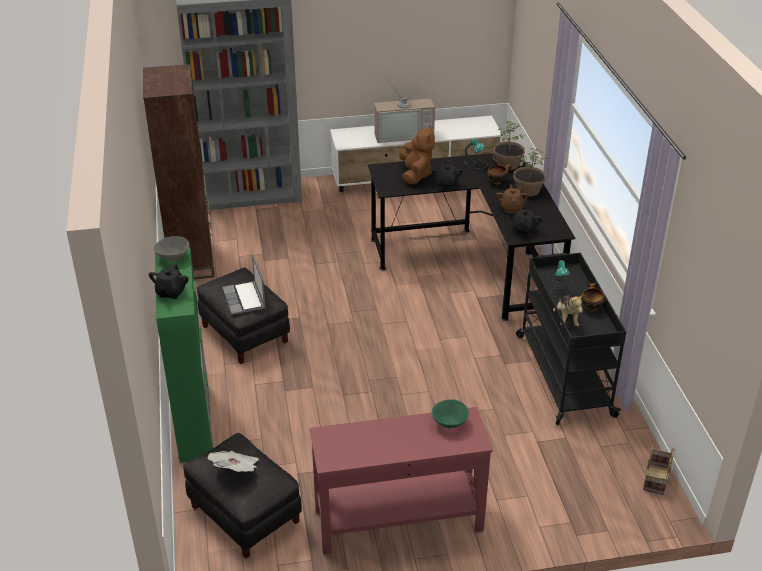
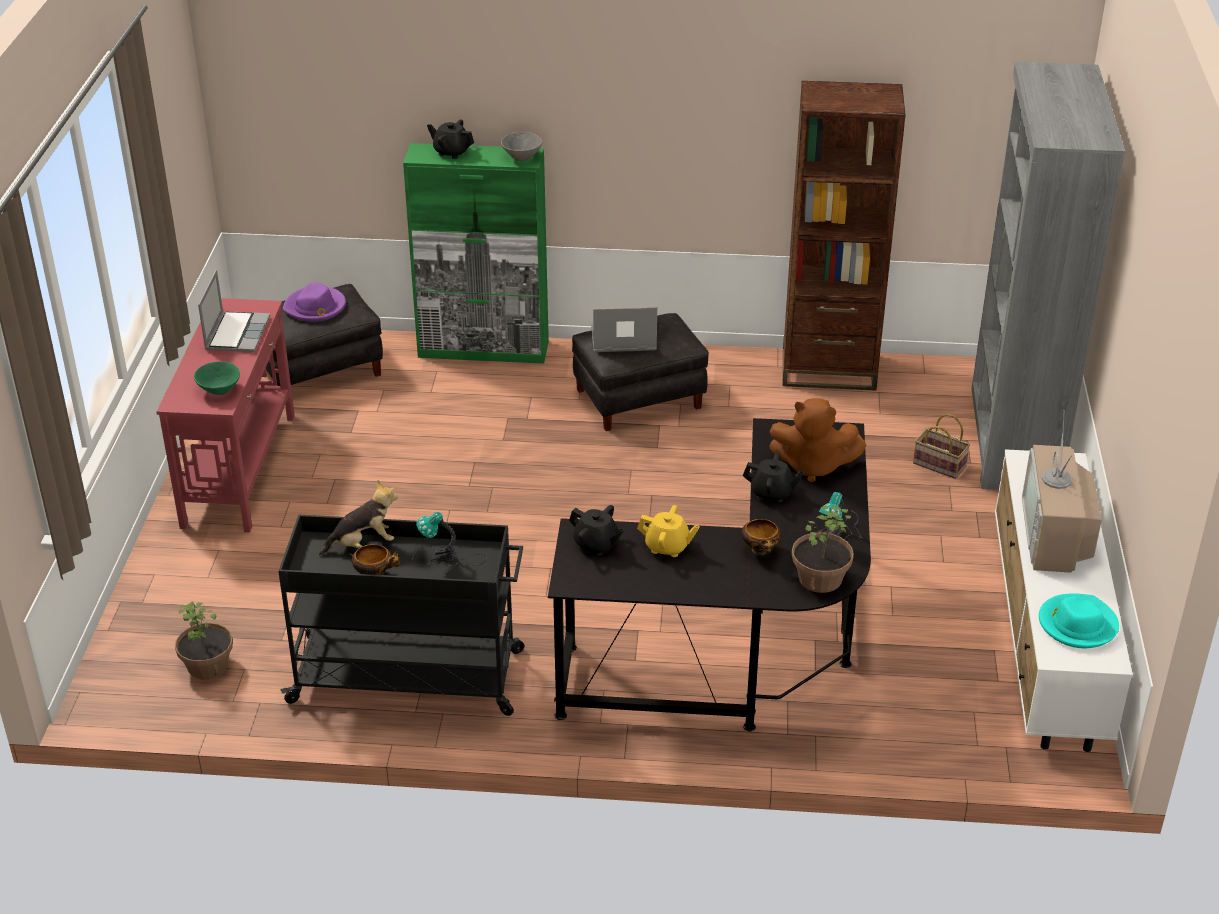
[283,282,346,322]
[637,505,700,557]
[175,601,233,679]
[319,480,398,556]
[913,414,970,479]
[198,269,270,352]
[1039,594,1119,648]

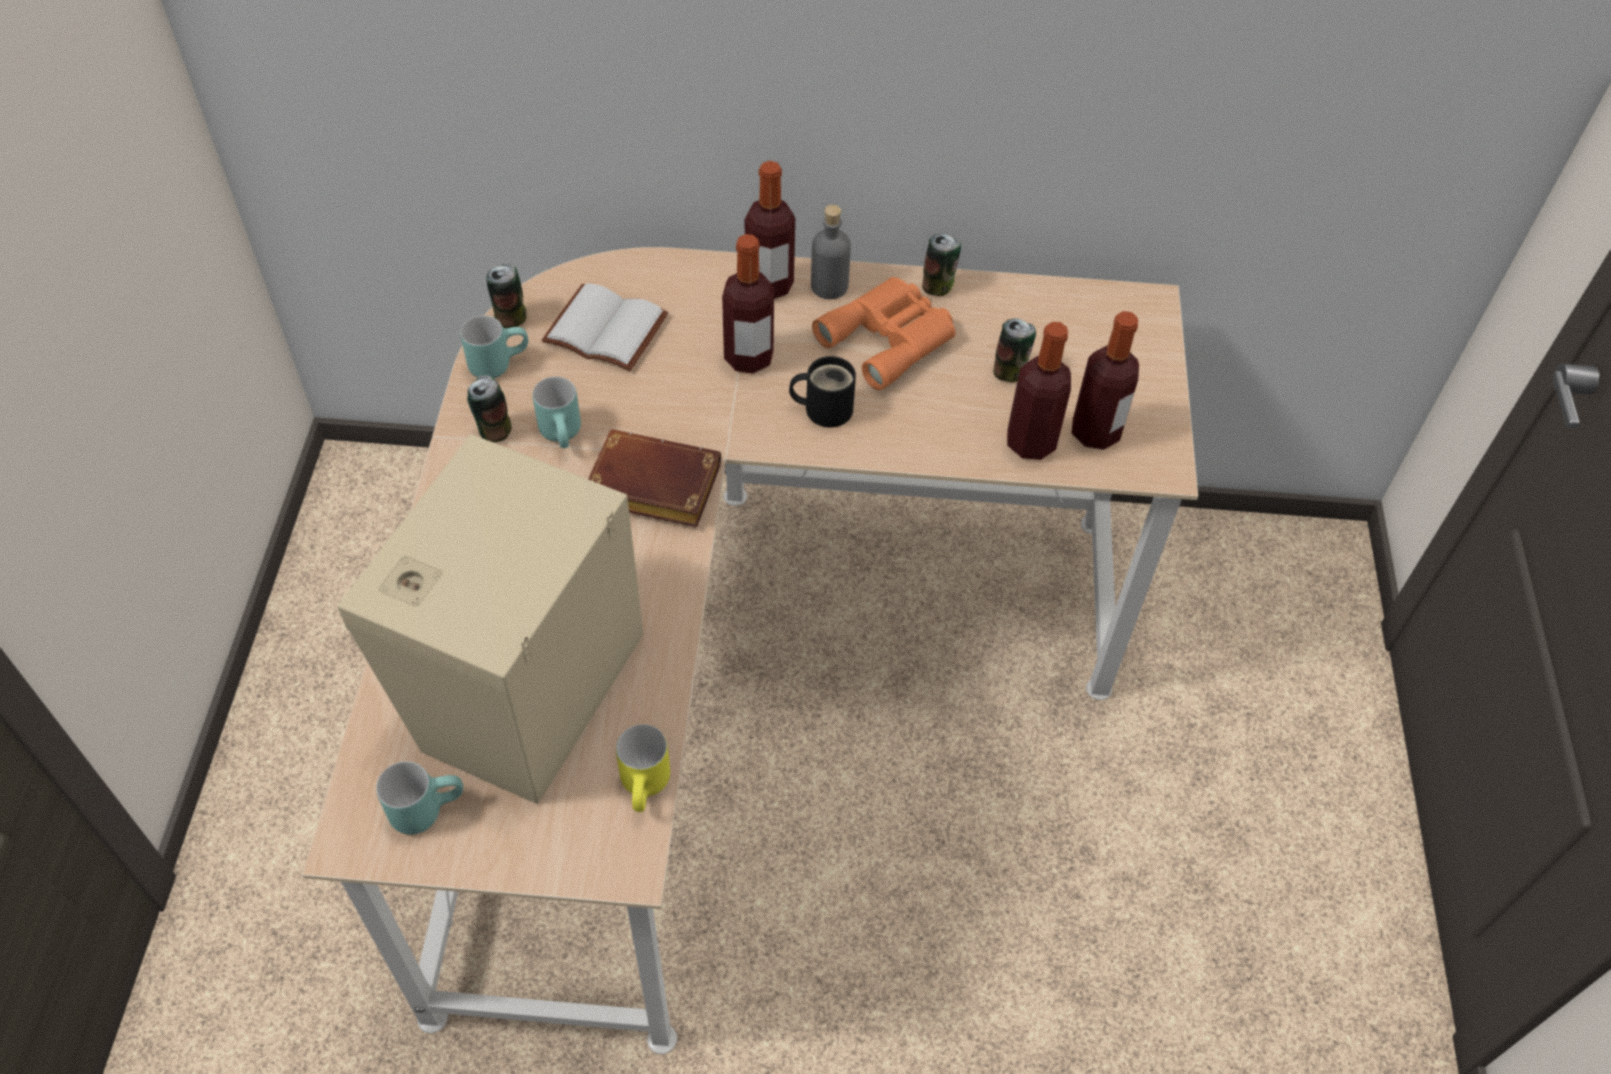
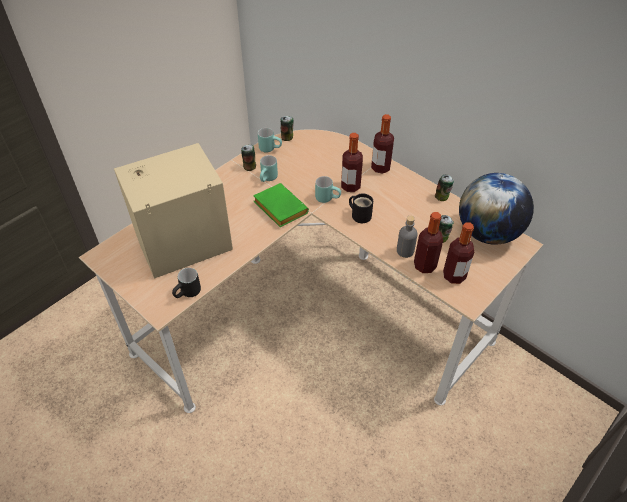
[315,176,341,203]
[542,283,669,371] (first image)
[253,183,309,227]
[172,268,201,298]
[397,216,418,258]
[812,277,956,390] (first image)
[459,173,534,245]

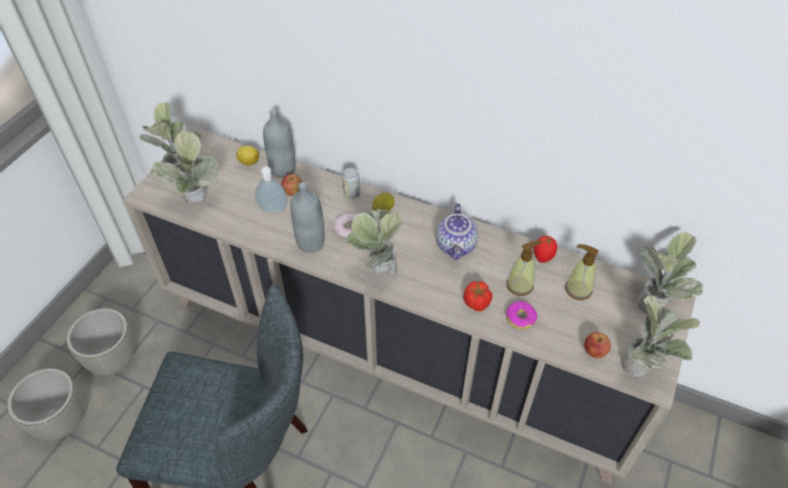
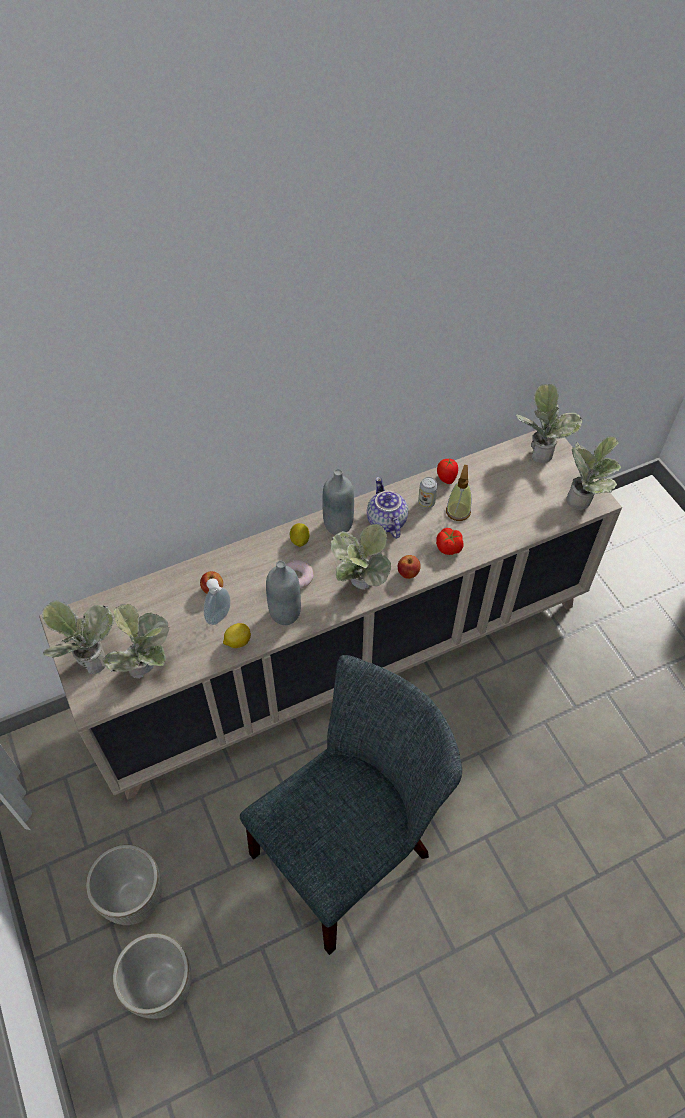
[223,623,251,648]
[322,469,354,535]
[418,477,438,508]
[367,477,408,539]
[506,301,537,329] (first image)
[565,244,599,300] (first image)
[398,555,421,579]

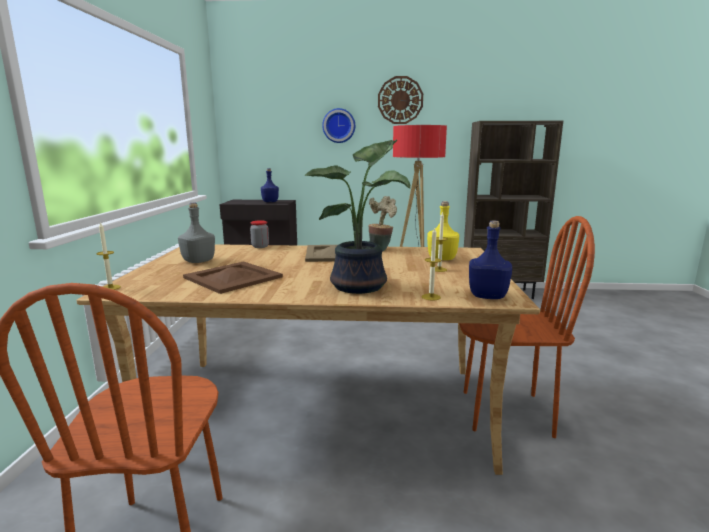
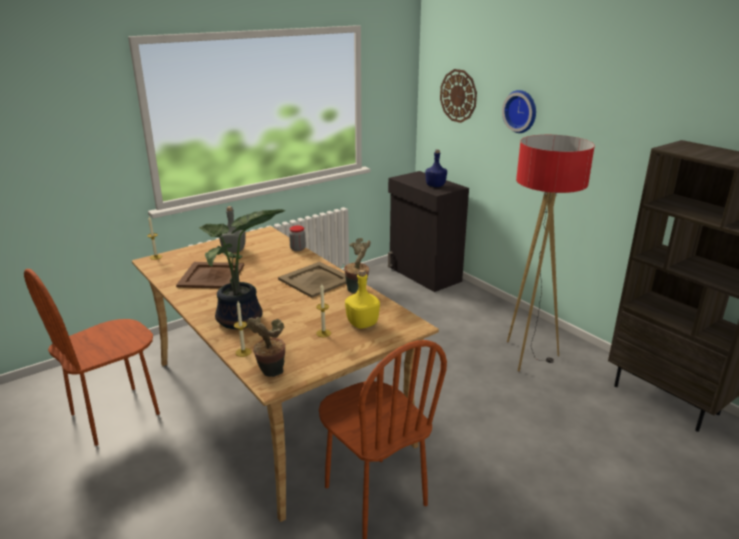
[440,69,477,123]
[247,317,285,377]

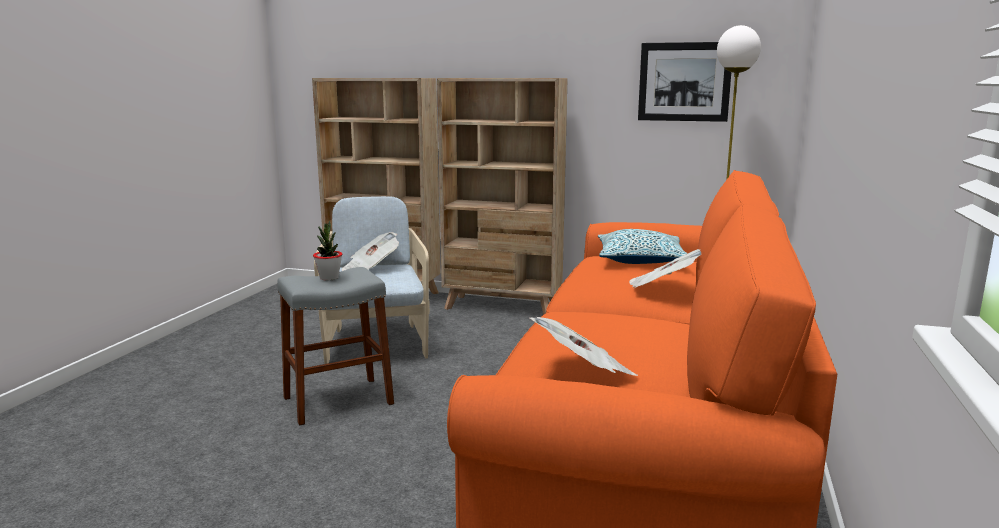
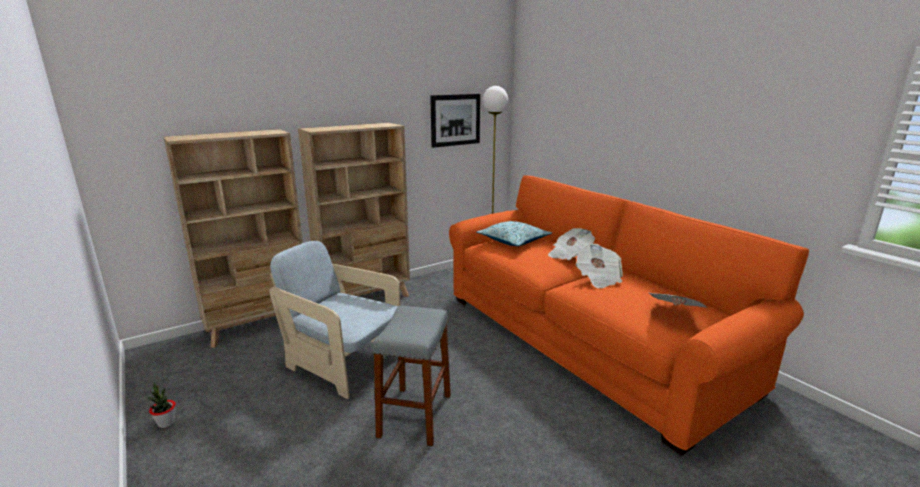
[148,382,176,428]
[576,244,623,288]

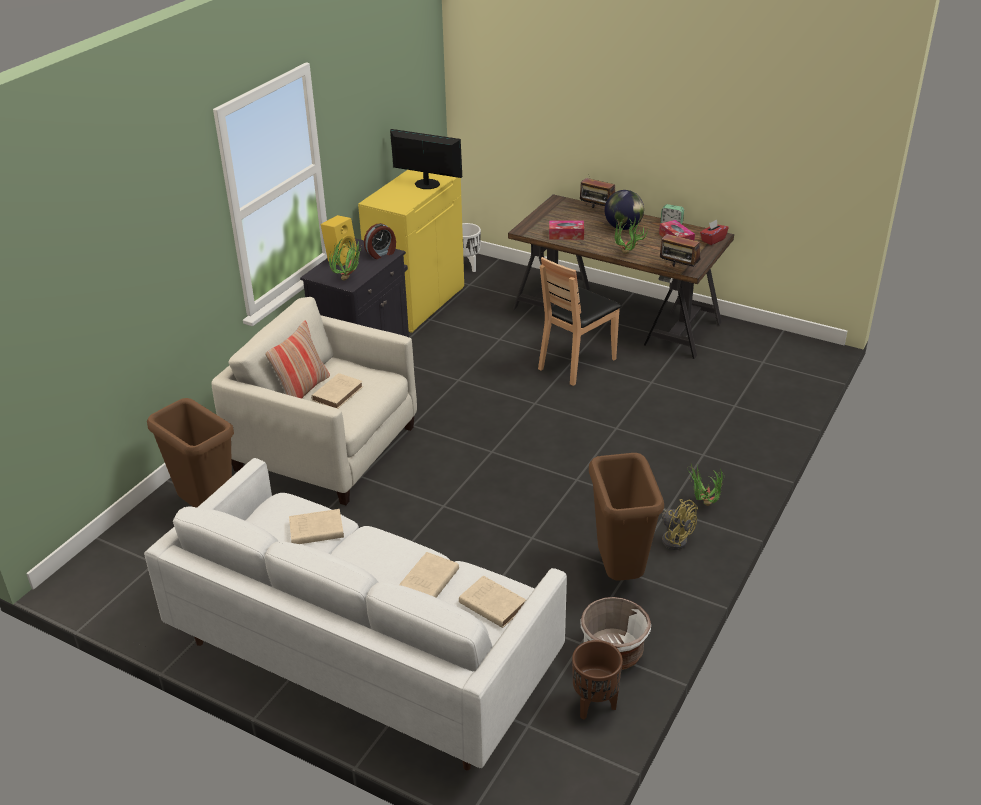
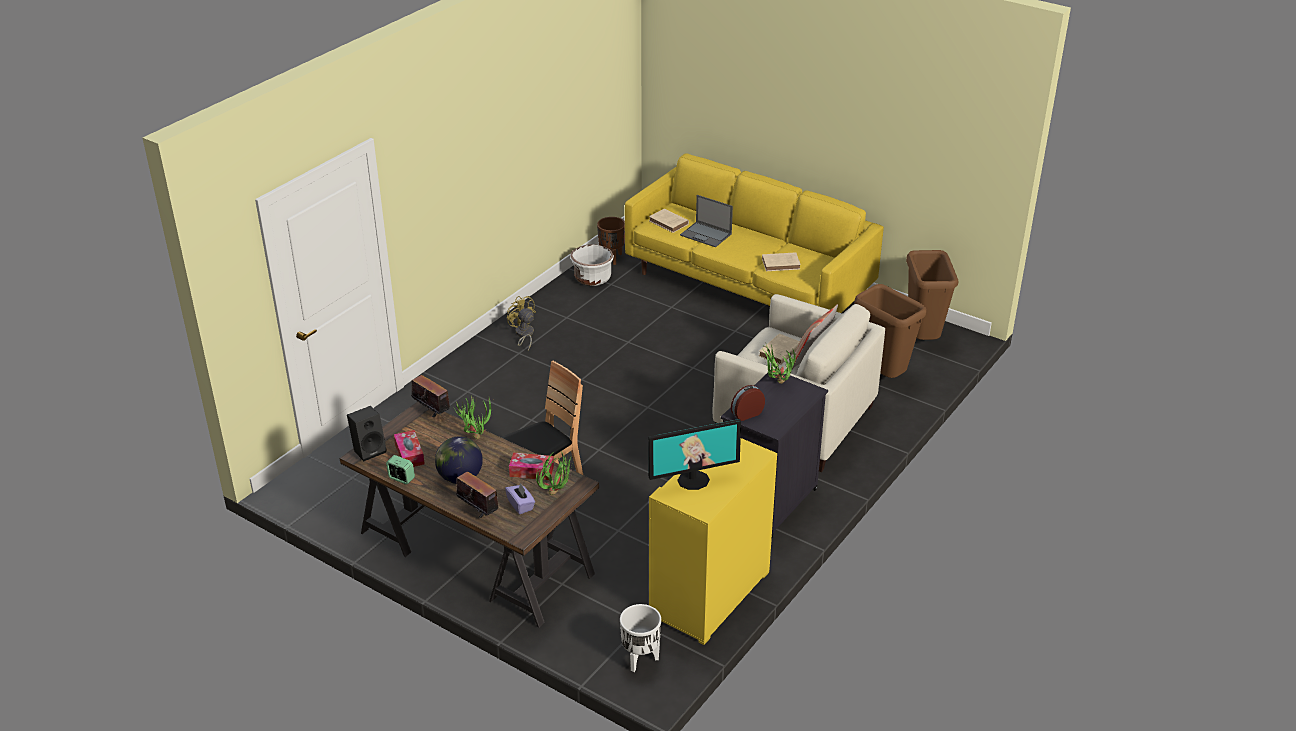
[625,153,884,313]
[321,215,357,266] (first image)
[648,419,741,490]
[680,195,733,247]
[906,250,959,340]
[536,451,574,495]
[347,406,386,461]
[505,483,535,514]

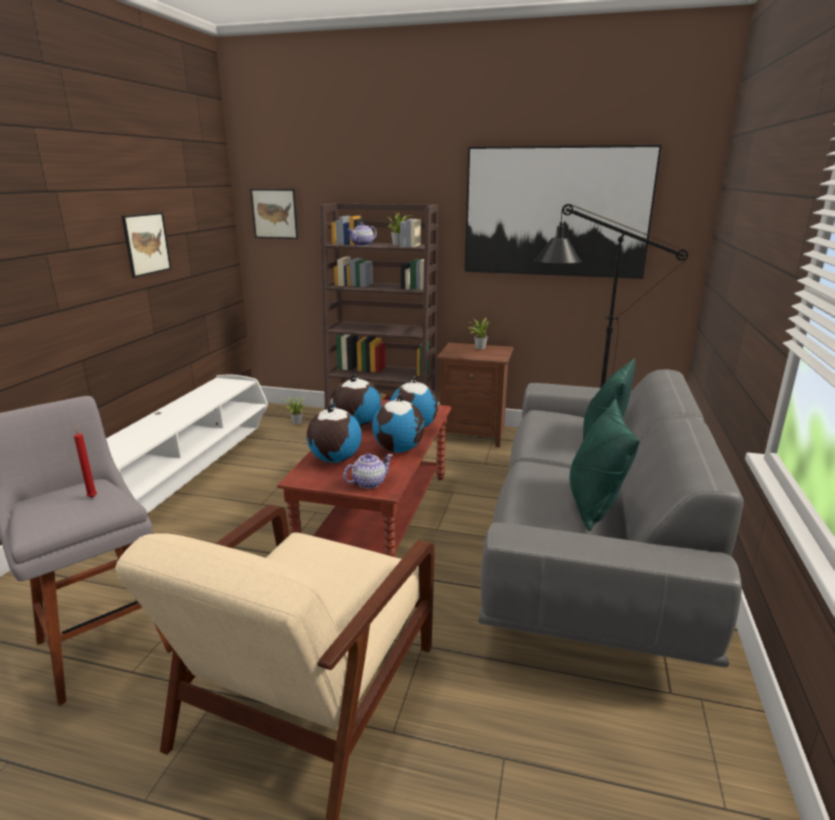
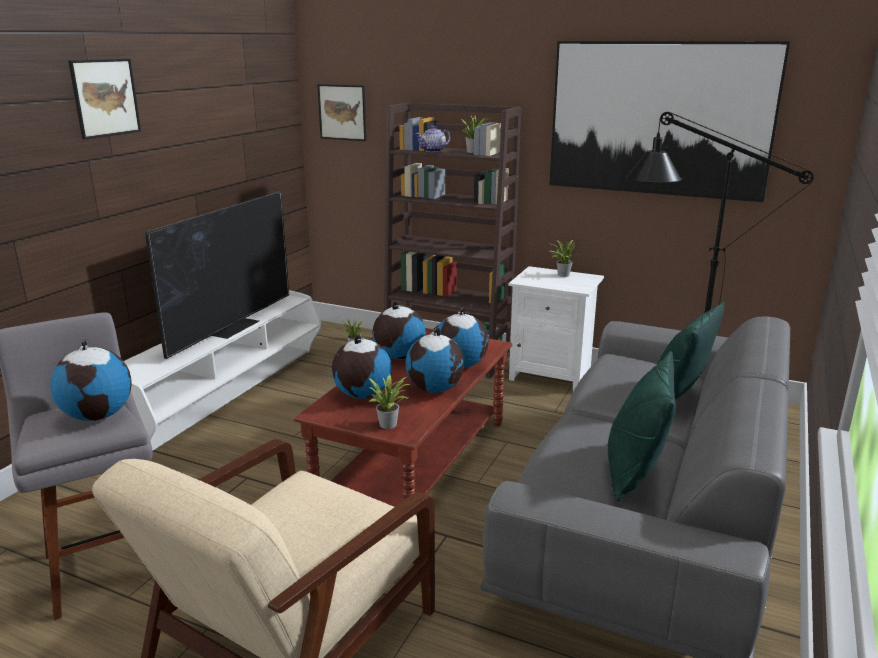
[50,339,132,421]
[68,59,141,139]
[369,374,411,429]
[508,266,604,391]
[145,192,289,359]

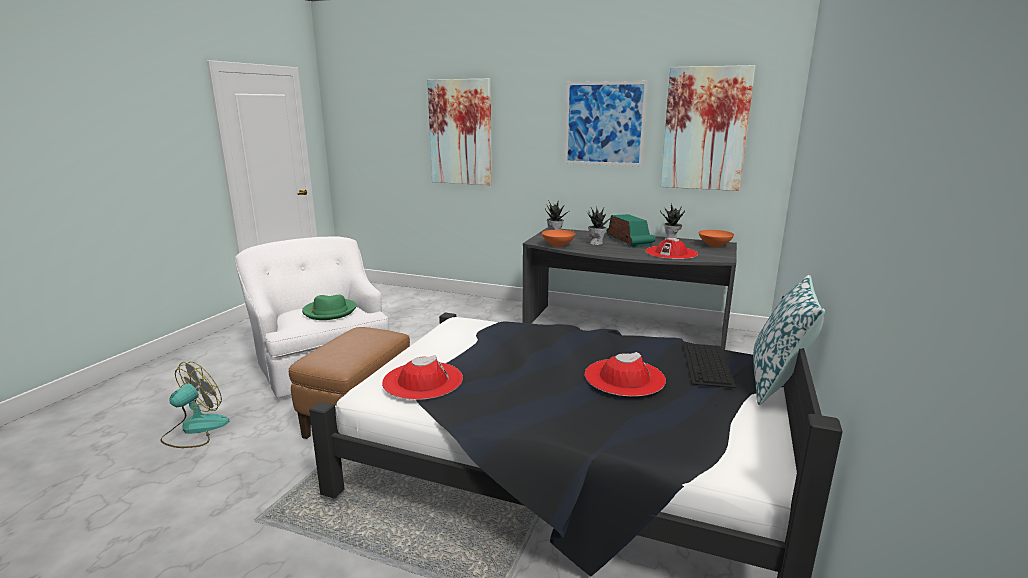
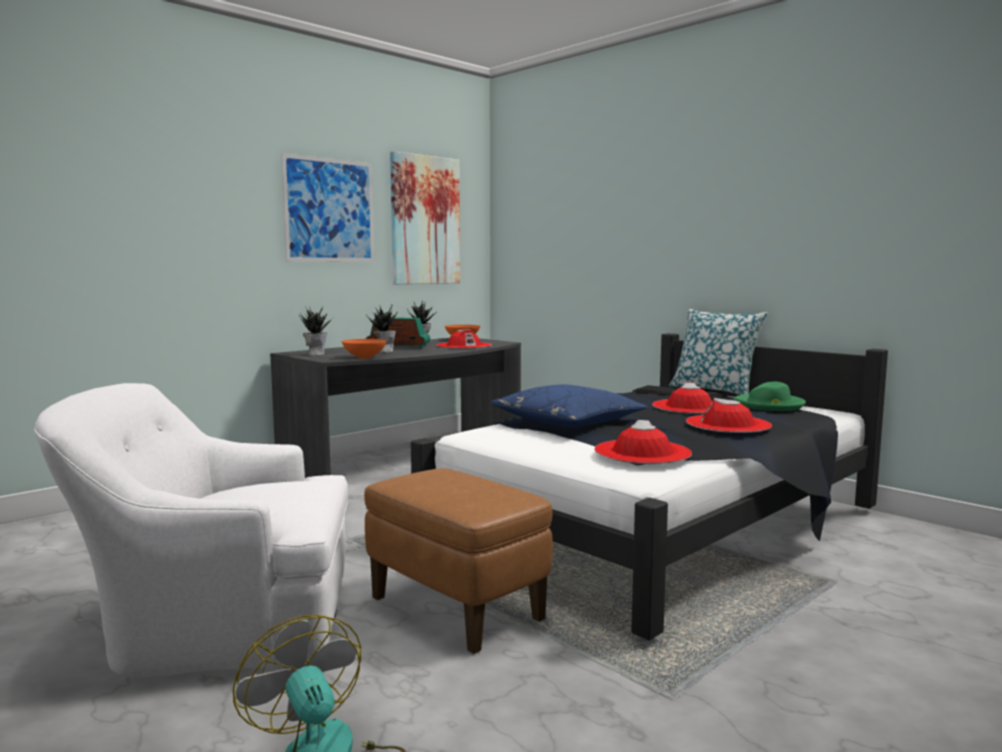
[733,382,806,411]
[427,79,492,185] (first image)
[491,384,648,428]
[686,398,772,433]

